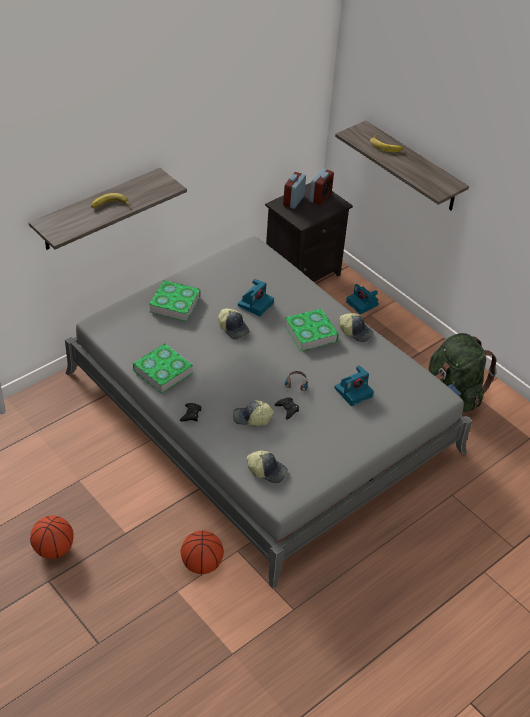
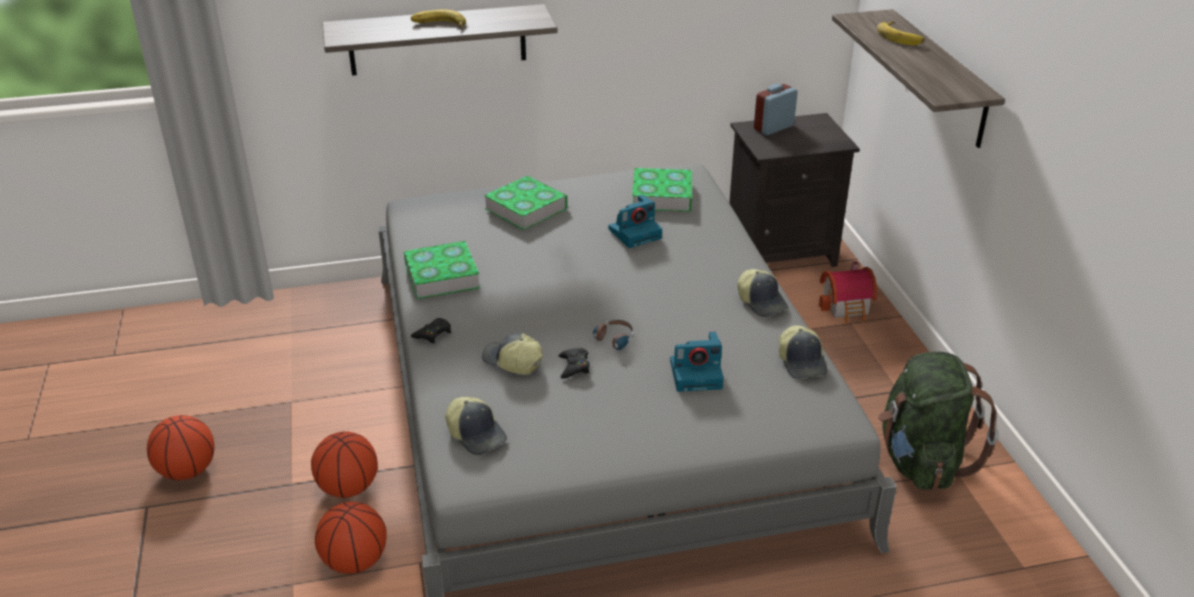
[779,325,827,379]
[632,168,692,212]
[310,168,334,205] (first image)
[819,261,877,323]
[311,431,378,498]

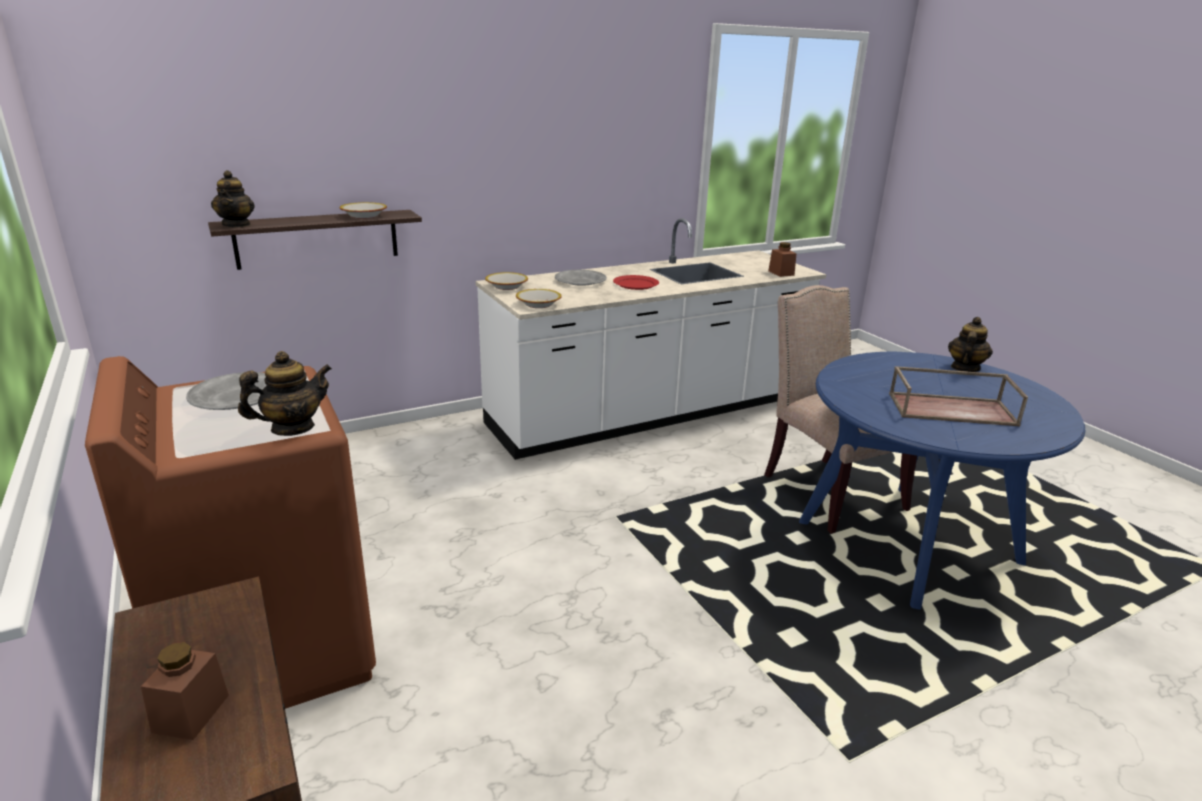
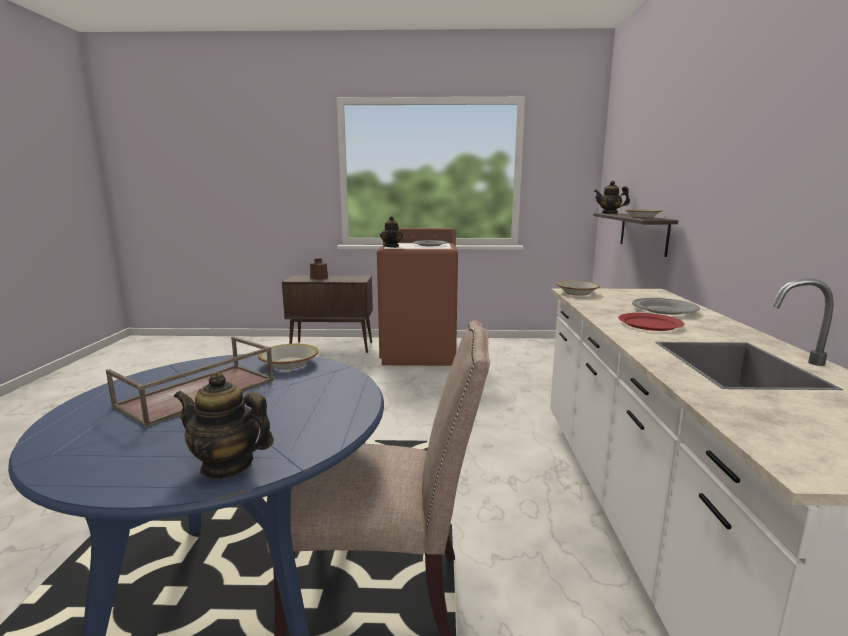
[258,344,318,370]
[768,242,797,277] (first image)
[174,372,274,479]

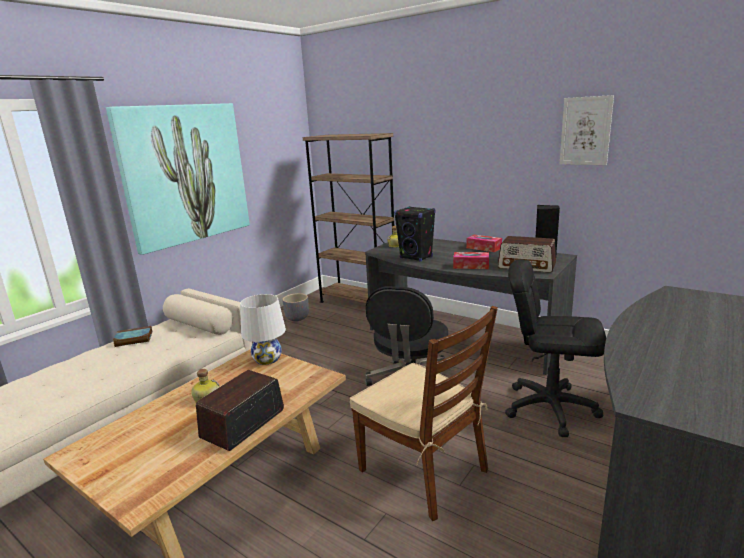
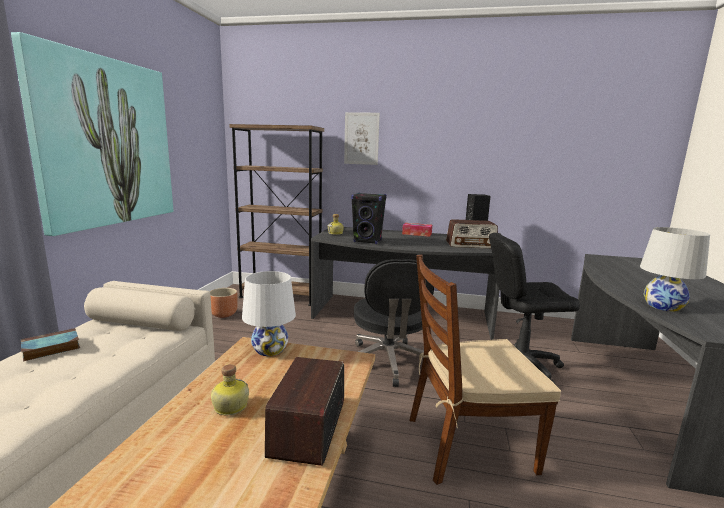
[210,288,238,318]
[409,255,561,485]
[453,252,489,269] (first image)
[344,112,380,165]
[640,227,710,312]

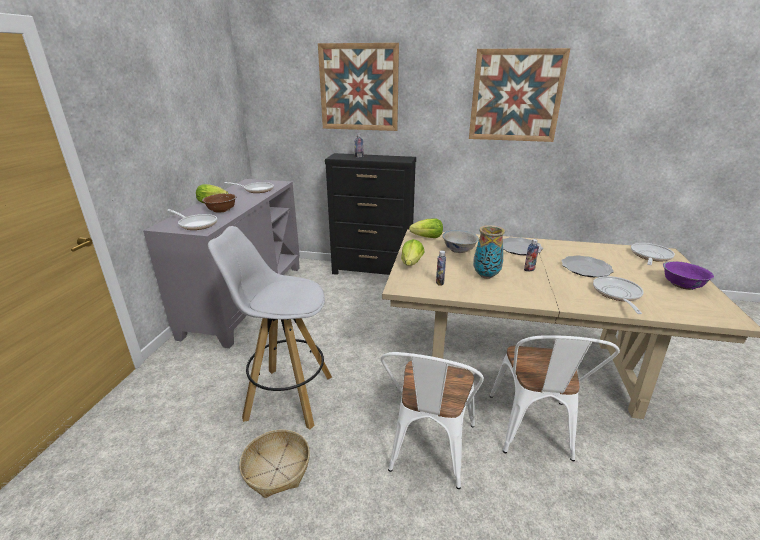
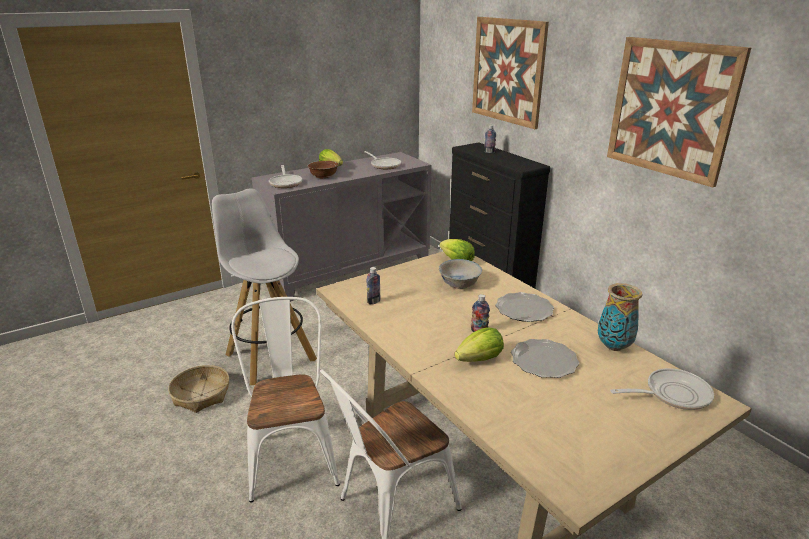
[231,297,340,502]
[455,327,504,362]
[598,283,642,351]
[593,276,644,314] (first image)
[663,261,714,290] (first image)

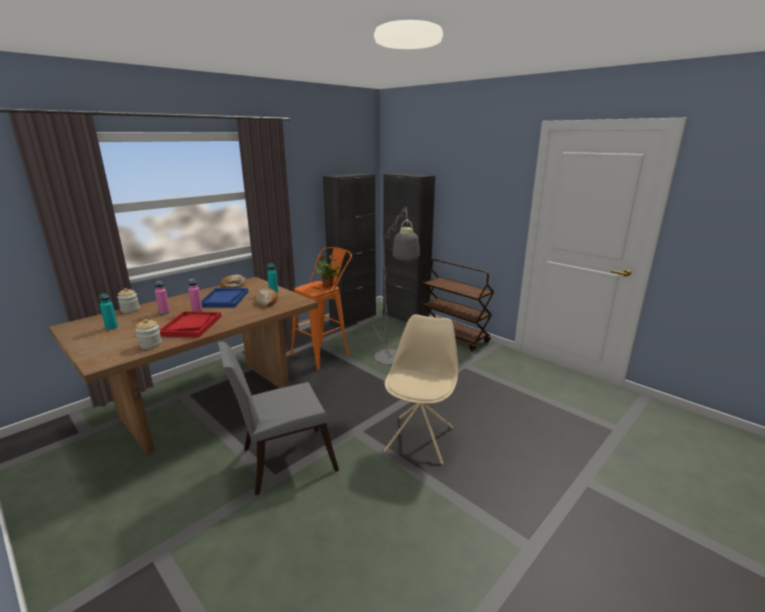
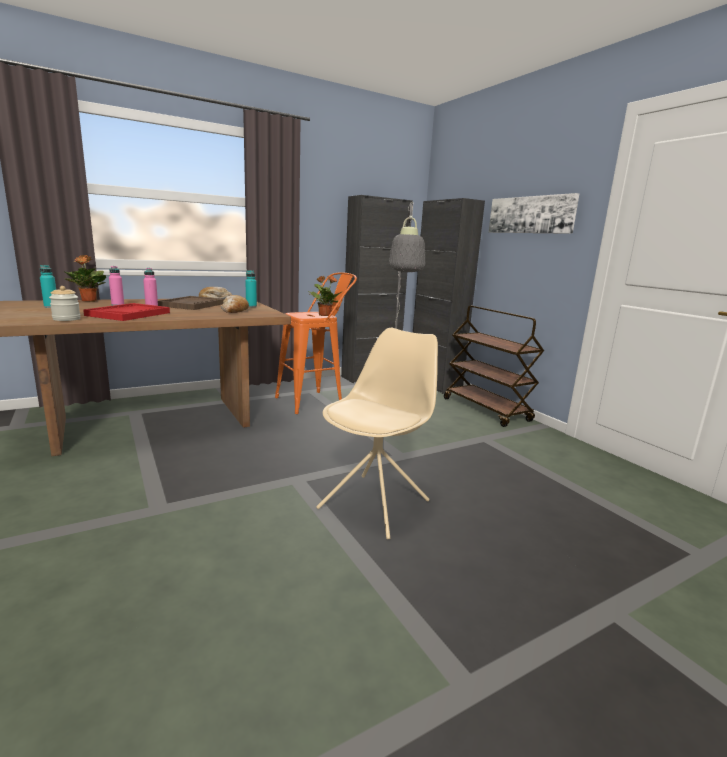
[64,255,106,302]
[158,296,224,310]
[218,342,339,496] (first image)
[489,193,579,234]

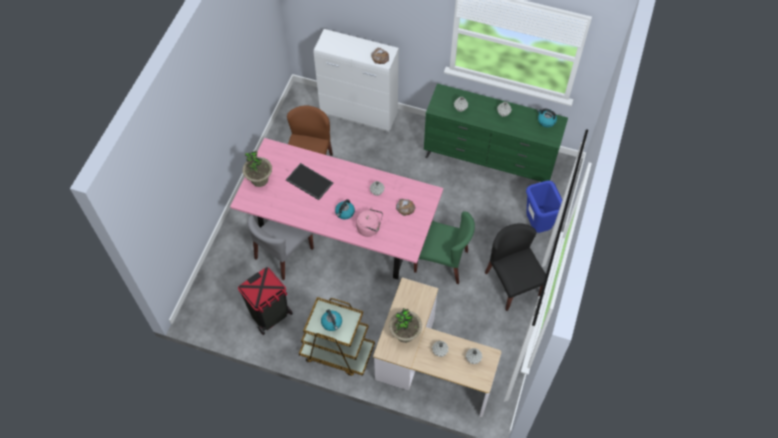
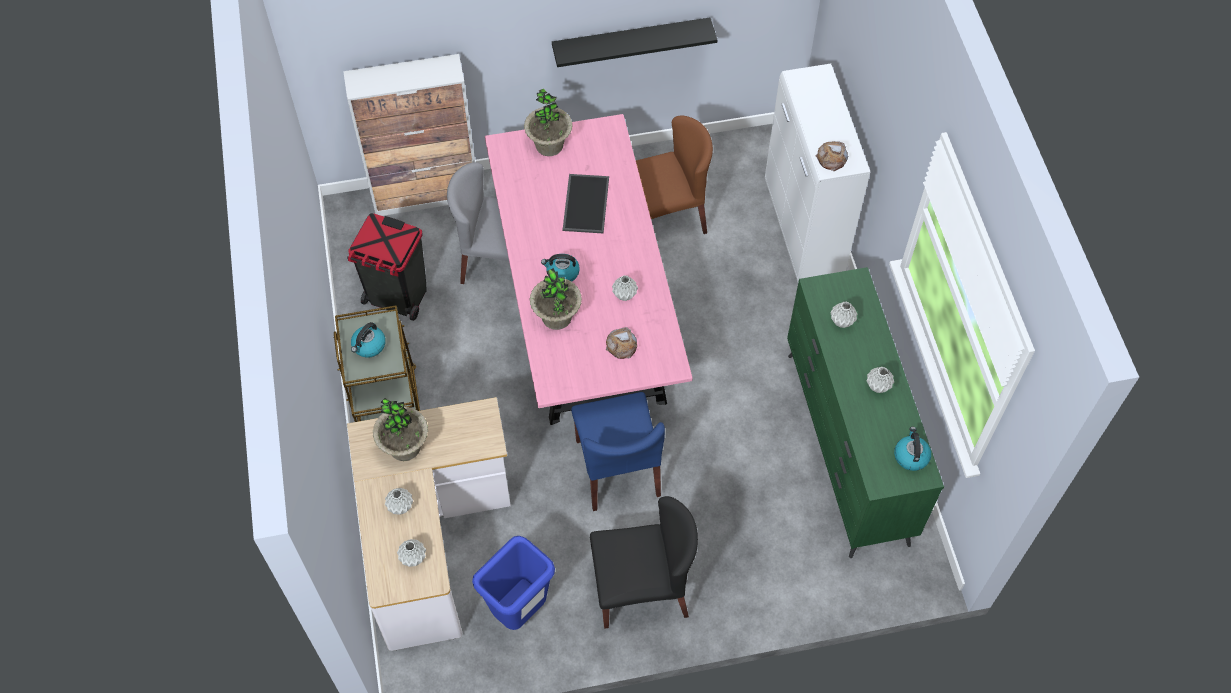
[530,268,582,330]
[571,392,665,511]
[590,496,698,629]
[472,536,555,630]
[343,54,475,216]
[552,18,717,67]

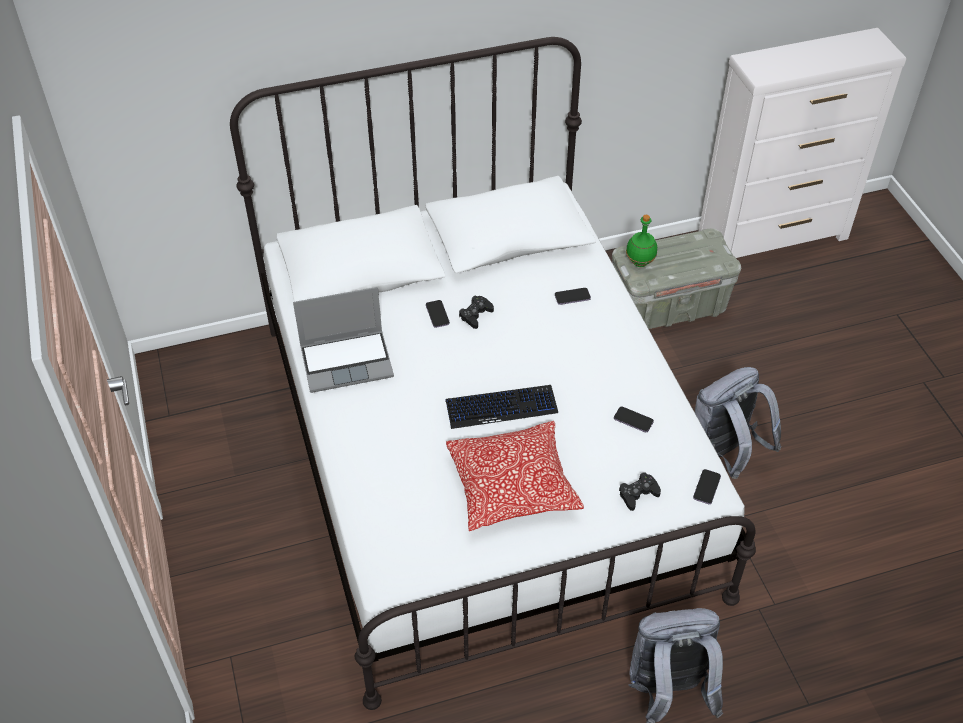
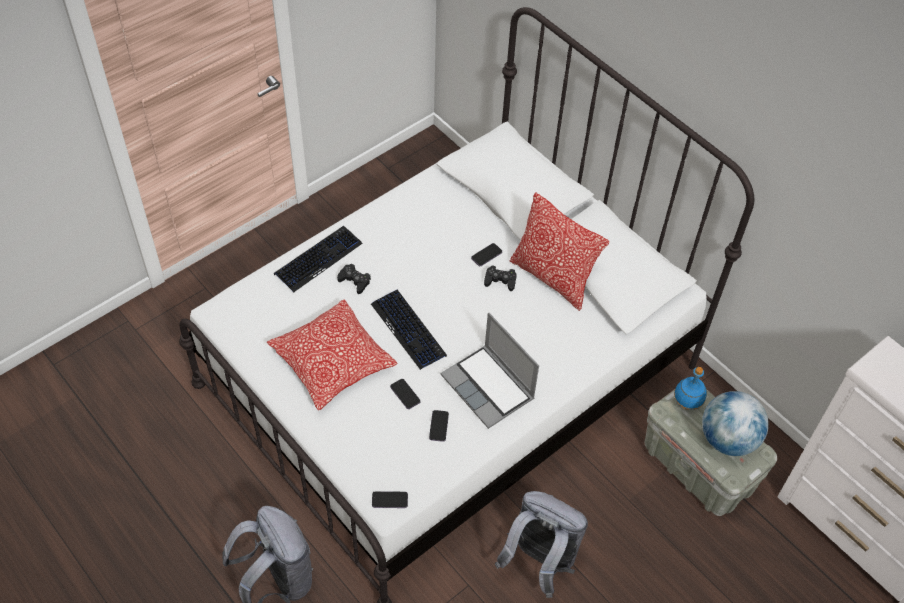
[441,313,539,429]
[390,379,420,409]
[337,264,371,294]
[674,367,707,410]
[274,226,363,293]
[510,193,610,310]
[702,391,769,456]

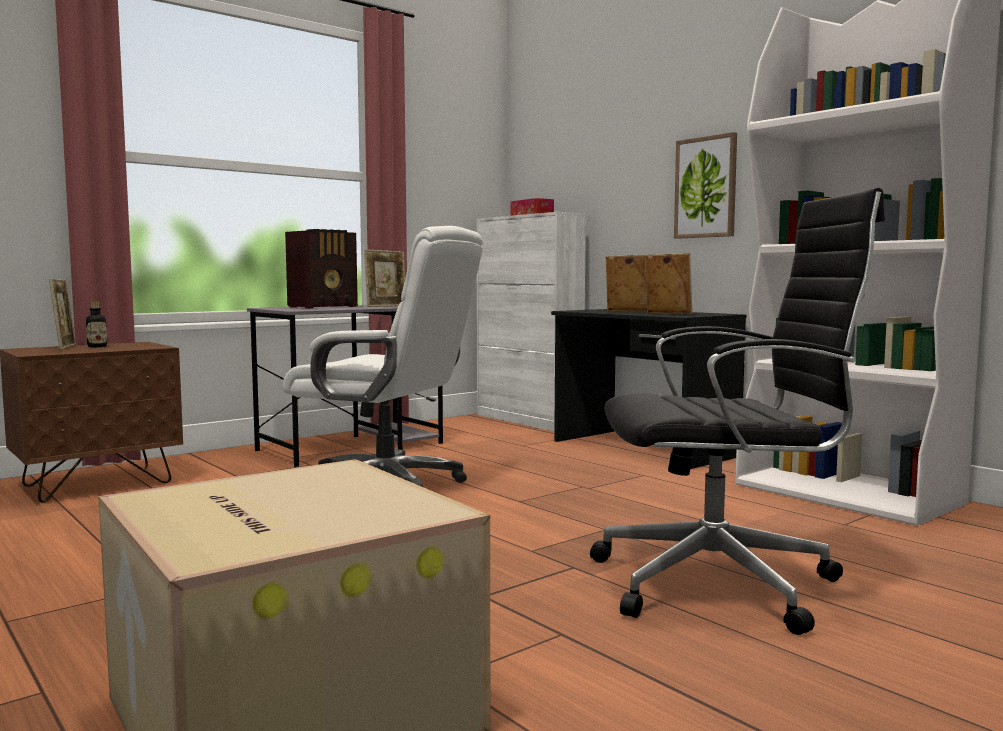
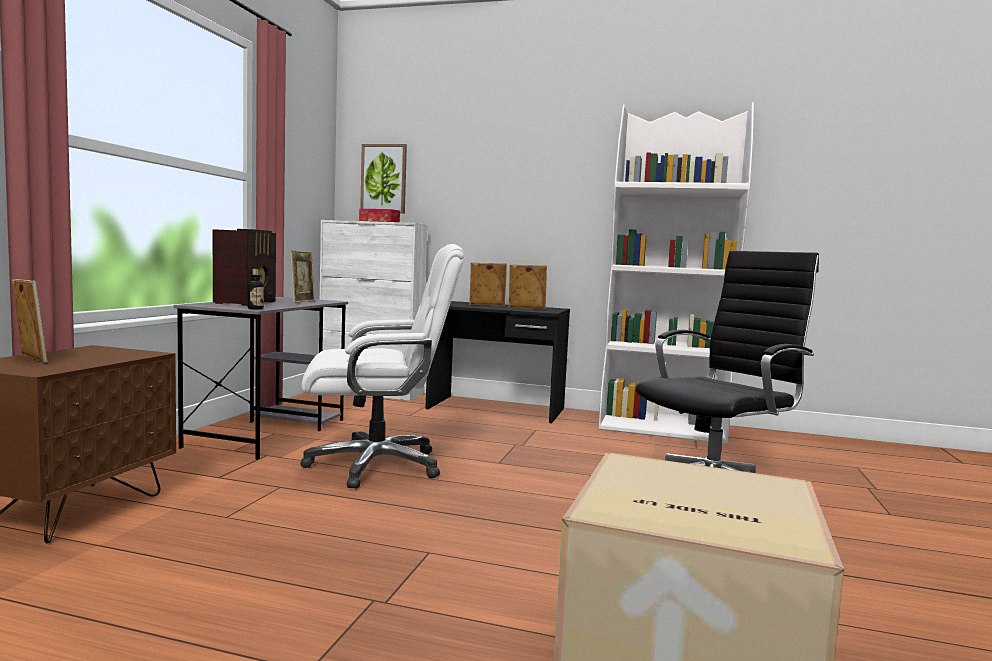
[247,269,264,309]
[360,144,407,214]

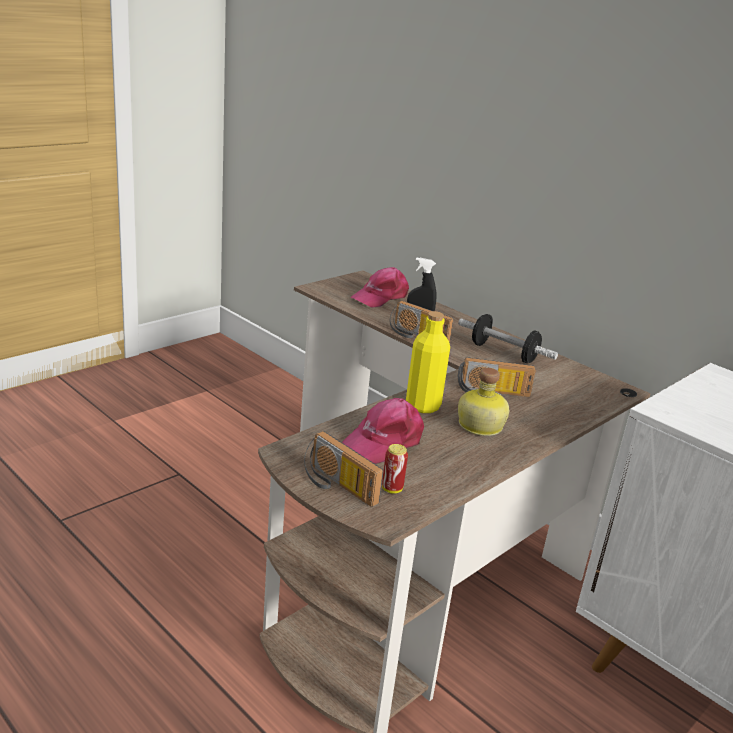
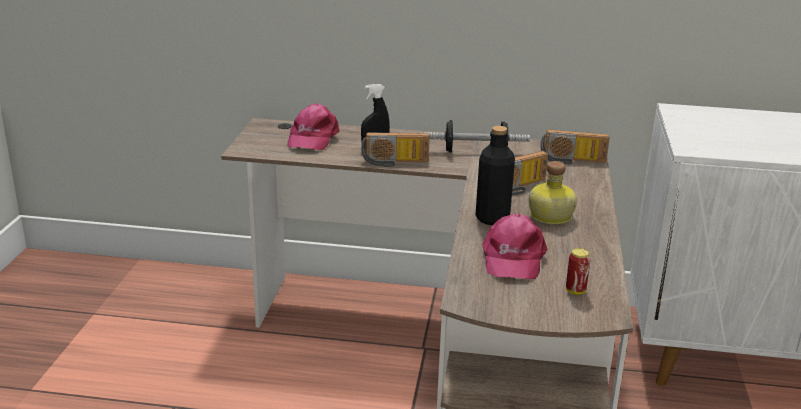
[540,129,610,165]
[475,126,515,225]

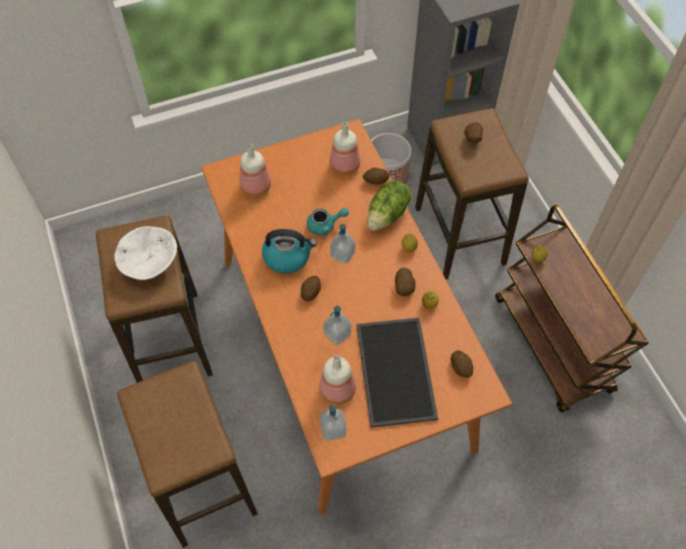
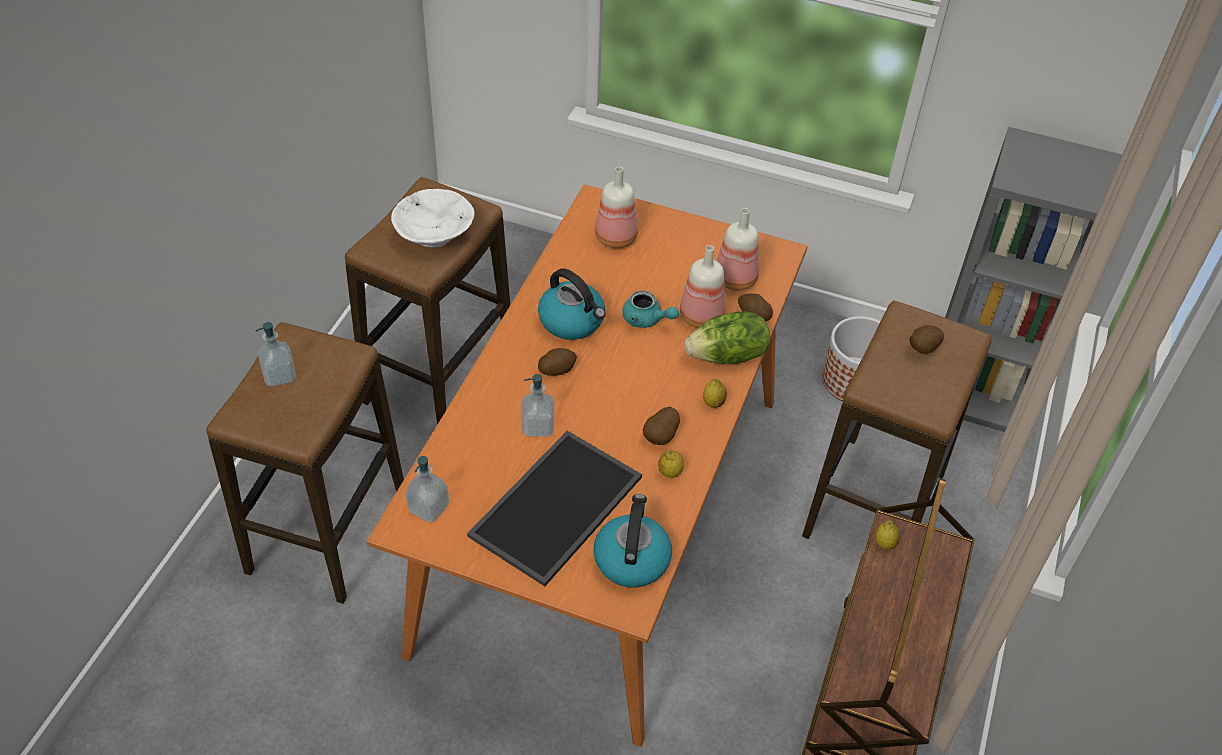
[680,245,726,328]
[255,322,296,386]
[594,494,672,588]

